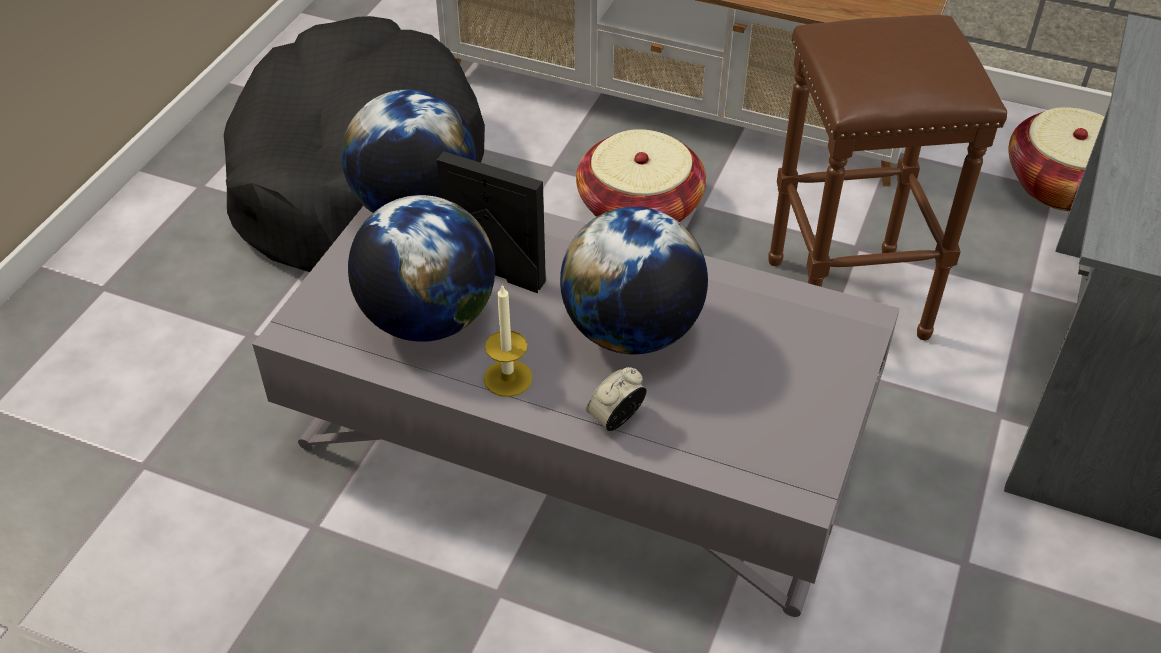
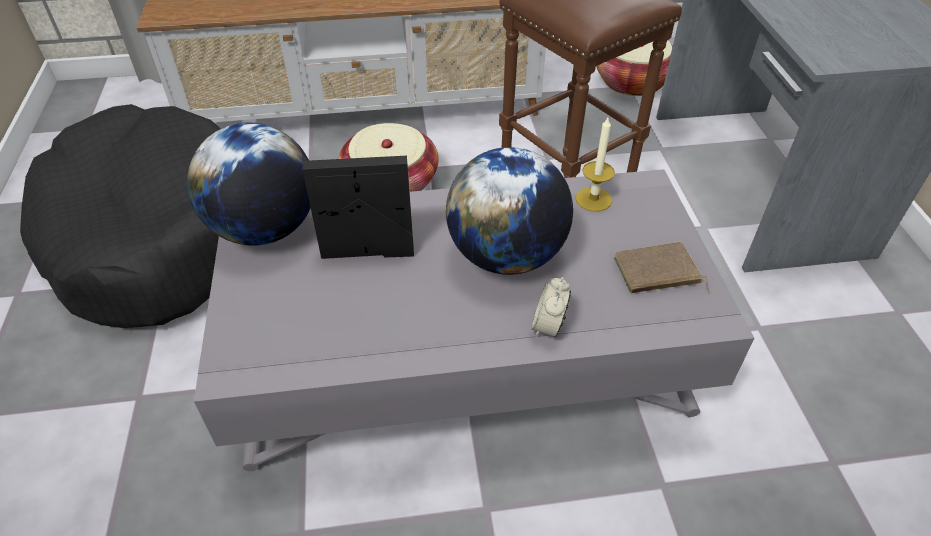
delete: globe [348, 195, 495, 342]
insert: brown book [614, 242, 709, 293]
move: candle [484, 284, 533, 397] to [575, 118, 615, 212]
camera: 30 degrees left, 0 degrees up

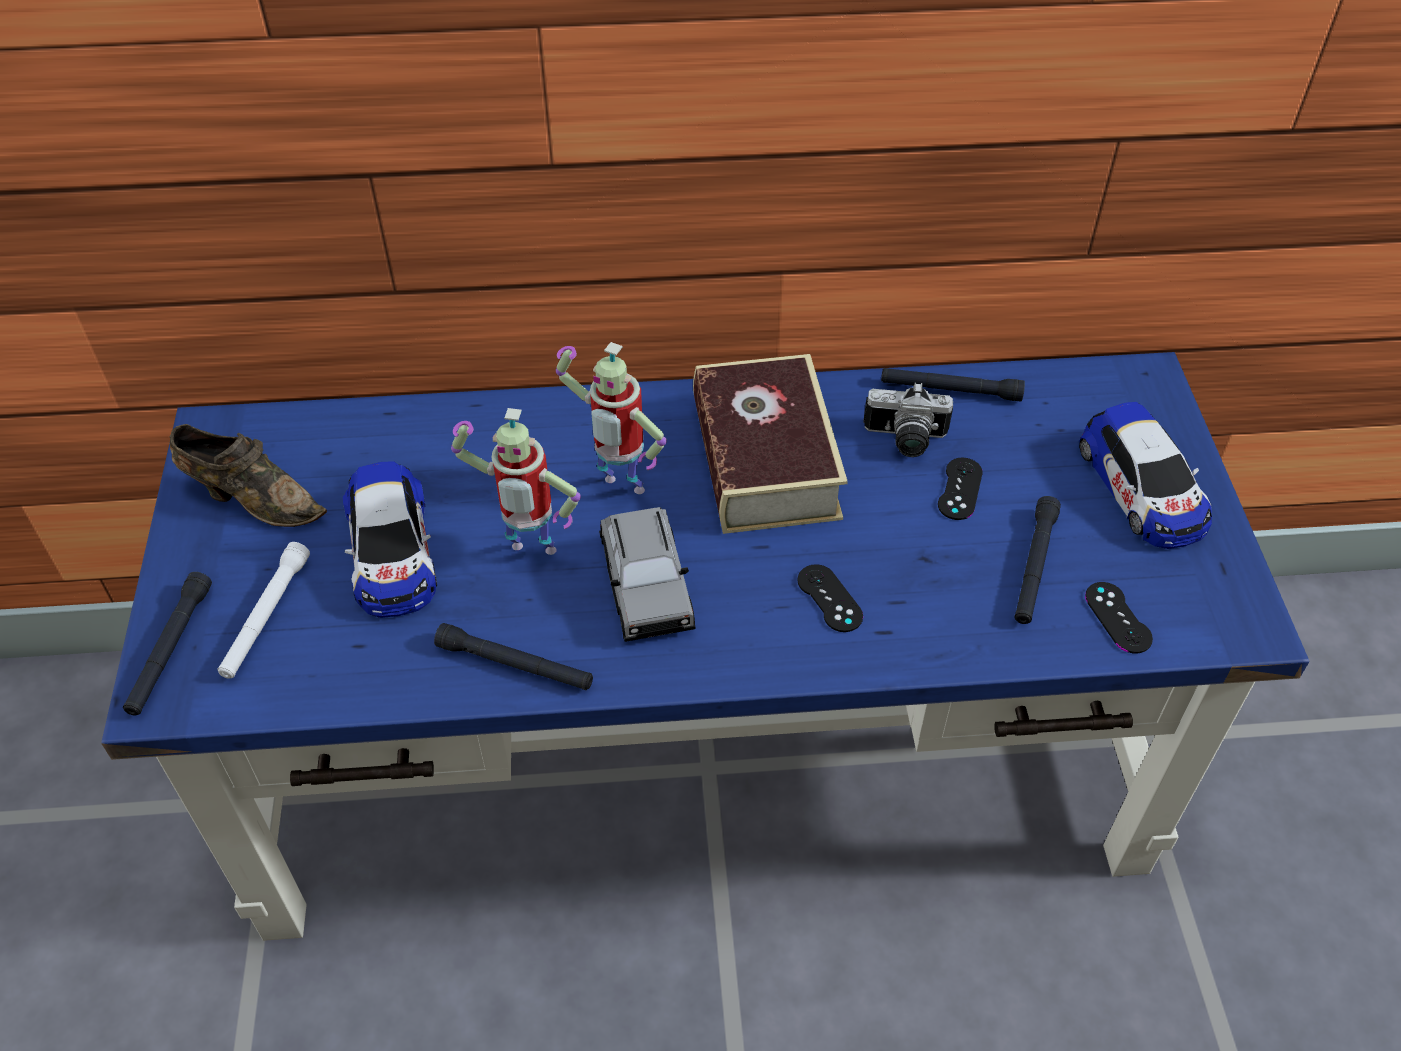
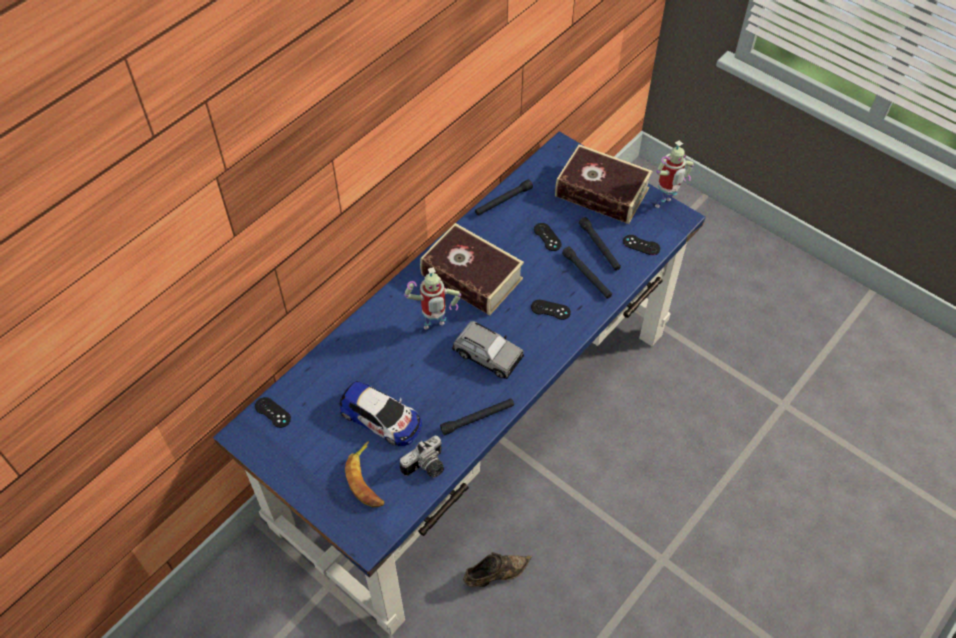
insert: black game controller [255, 397, 291, 428]
move: black flashlight [123, 572, 212, 715] to [562, 246, 612, 298]; brown shoe [169, 424, 327, 527] to [463, 552, 532, 587]; toy robot [451, 408, 581, 555] to [655, 140, 694, 208]; photo camera [863, 382, 953, 457] to [400, 436, 444, 478]
replace: white flashlight [217, 542, 310, 679] to banana [345, 441, 384, 507]; toy car [1079, 402, 1212, 549] to book [555, 144, 653, 224]
camera: 45 degrees left, 5 degrees up

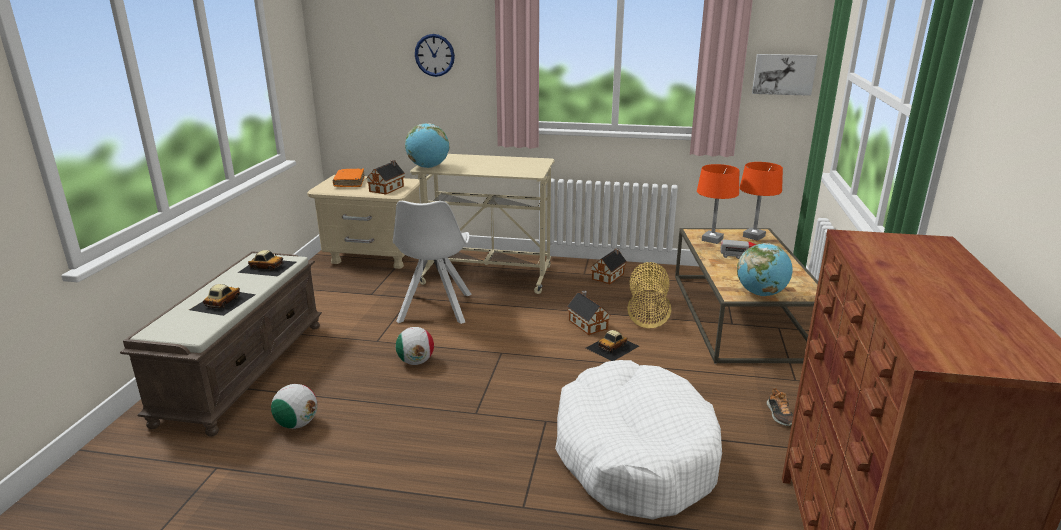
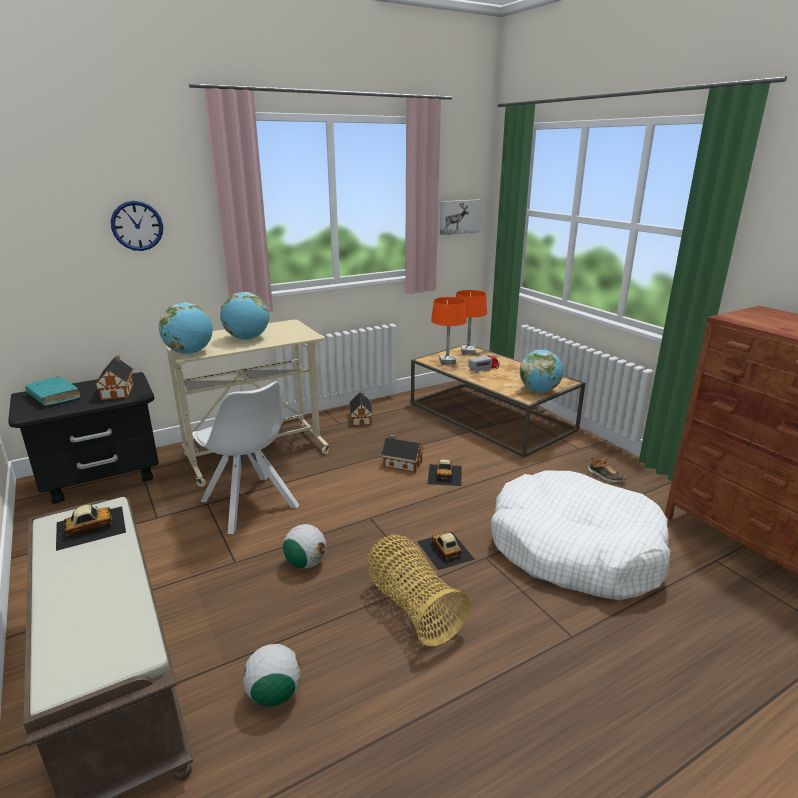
insert: globe [220, 292, 269, 340]
move: toy car [189, 284, 256, 316] to [417, 532, 475, 570]; basket [627, 262, 671, 328] to [367, 534, 470, 646]
recolor: beige nightstand [307, 175, 420, 269] to black nightstand [8, 372, 159, 504]; orange book [333, 169, 365, 187] to turquoise book [25, 376, 81, 406]
camera: 40 degrees left, 0 degrees up

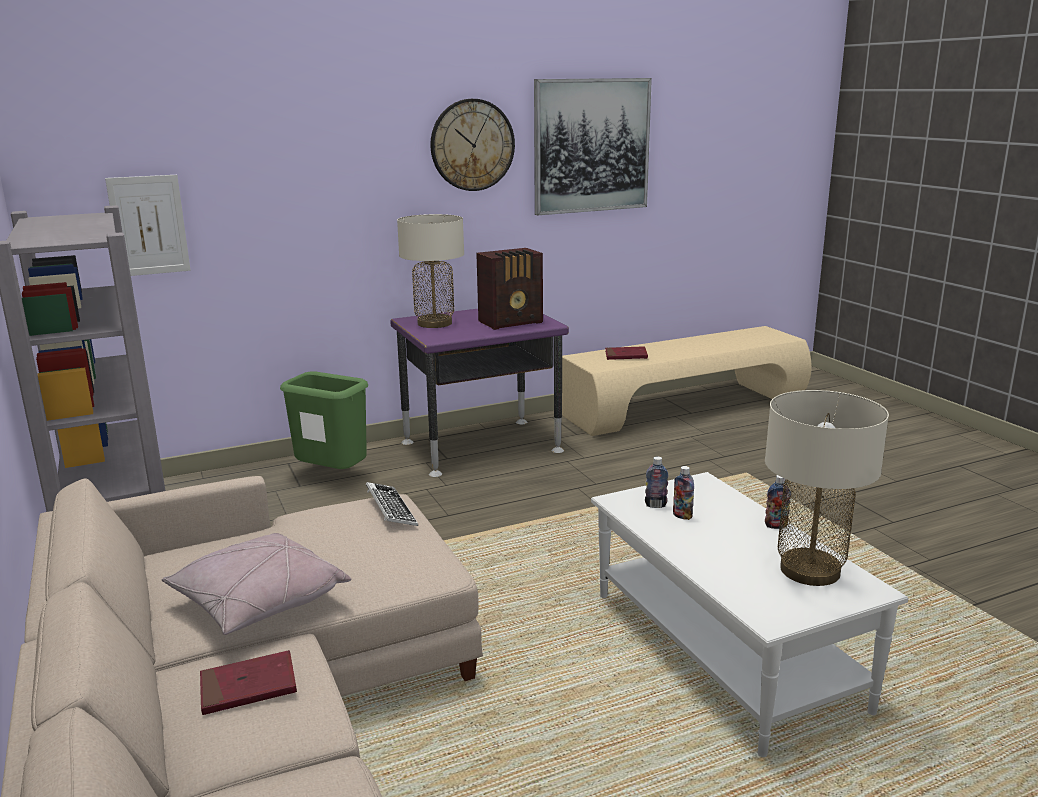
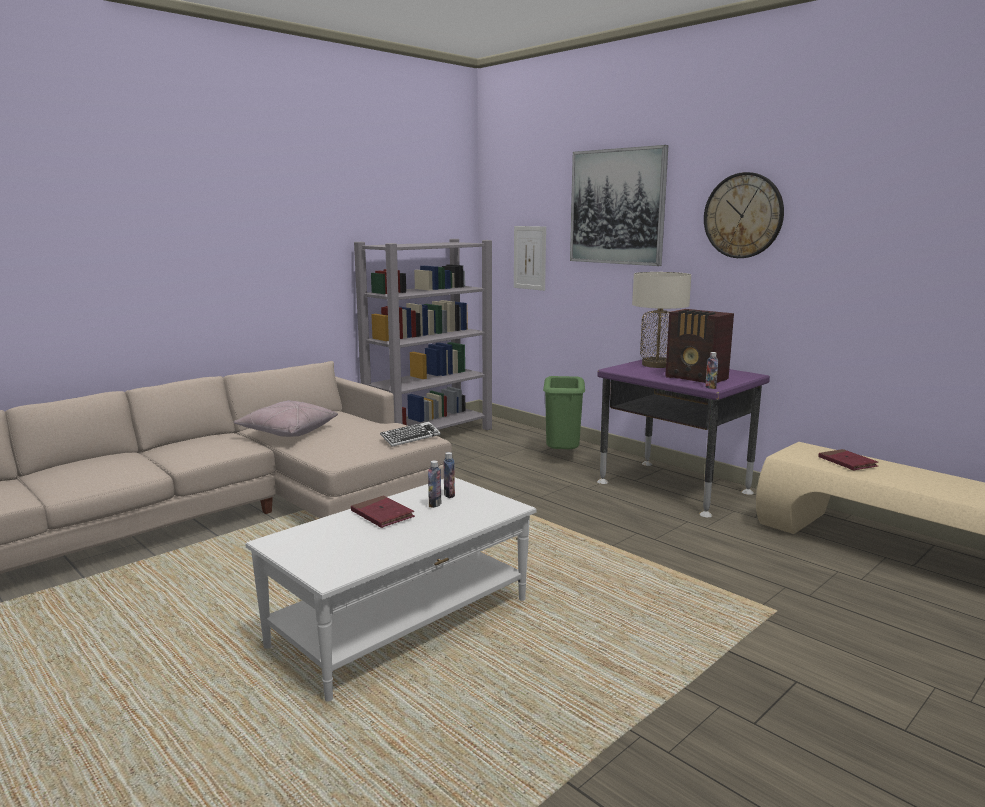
delete: table lamp [765, 390, 889, 586]
move: red book [200, 650, 297, 715] to [351, 496, 415, 528]; picture [534, 78, 652, 215] to [570, 145, 668, 266]; bottle [765, 475, 791, 529] to [705, 352, 718, 389]
camera: 70 degrees right, 5 degrees down

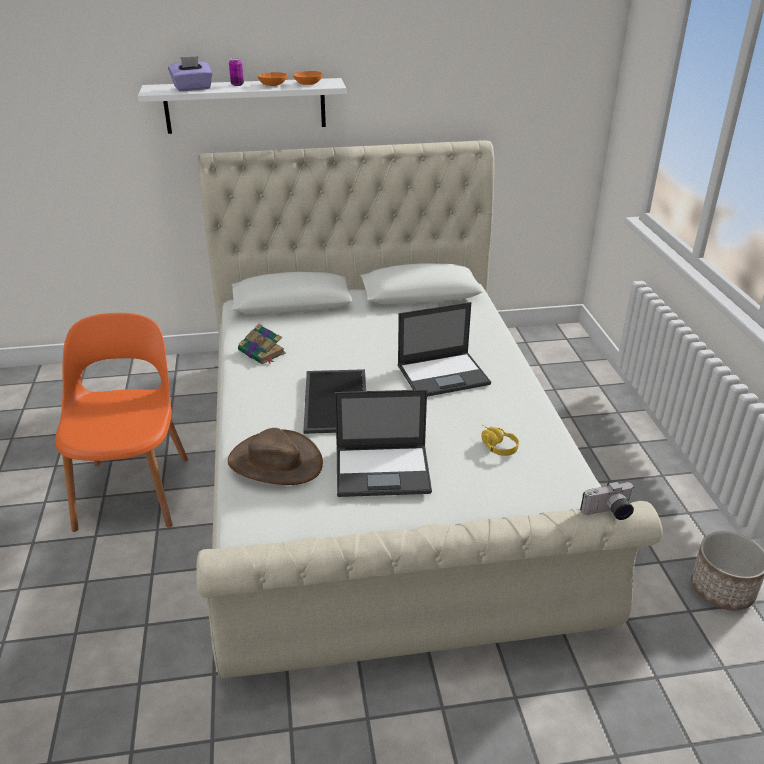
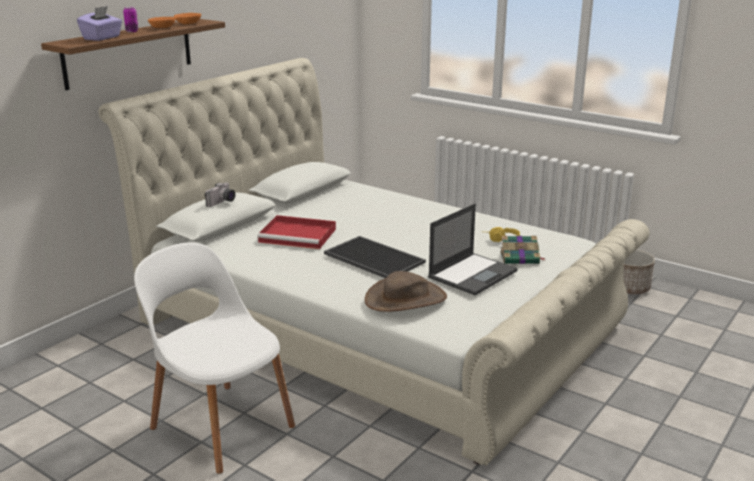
delete: laptop [397, 302, 491, 397]
insert: red tray [257, 215, 336, 249]
move: book [238, 324, 286, 364] to [500, 236, 545, 264]; photo camera [580, 481, 634, 520] to [205, 183, 235, 207]
recolor: orange chair [55, 313, 188, 532] to white chair [134, 242, 295, 474]; white shelf [138, 78, 346, 134] to brown shelf [41, 19, 225, 90]
camera: 45 degrees left, 10 degrees down

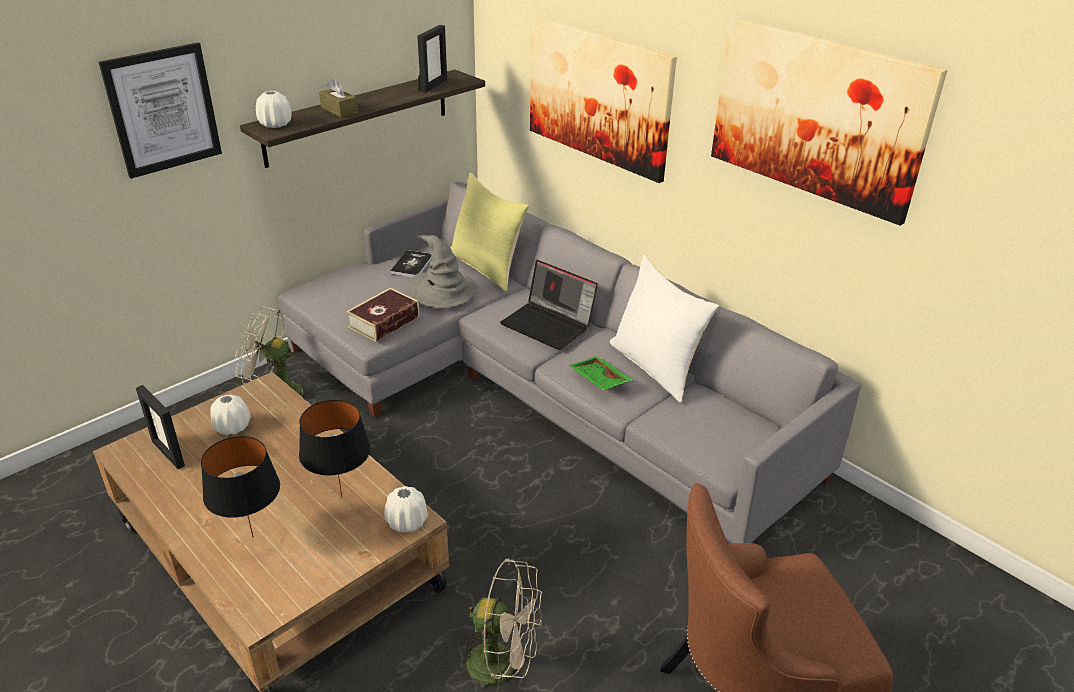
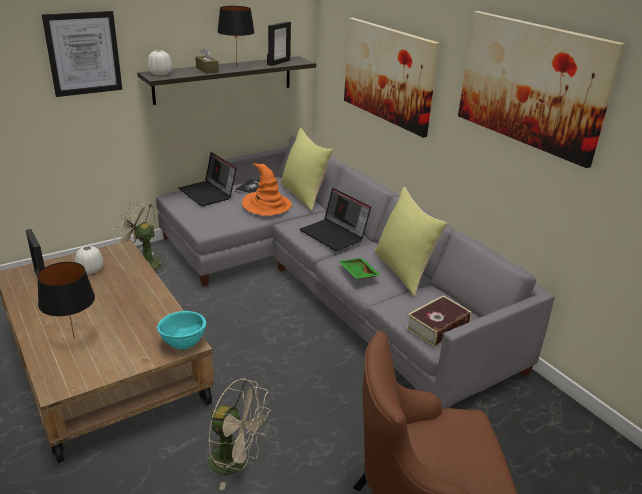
insert: laptop [179, 152, 237, 206]
move: black table lamp [299, 400, 371, 498] to [217, 6, 255, 60]; book [346, 288, 419, 342] to [406, 296, 471, 346]
replace: white vase [384, 486, 428, 533] to turquoise bowl [157, 311, 206, 350]
recolor: grey hat [408, 235, 477, 308] to orange hat [242, 164, 292, 216]; white pillow [610, 255, 719, 403] to yellow pillow [374, 187, 448, 296]
camera: 10 degrees right, 5 degrees down

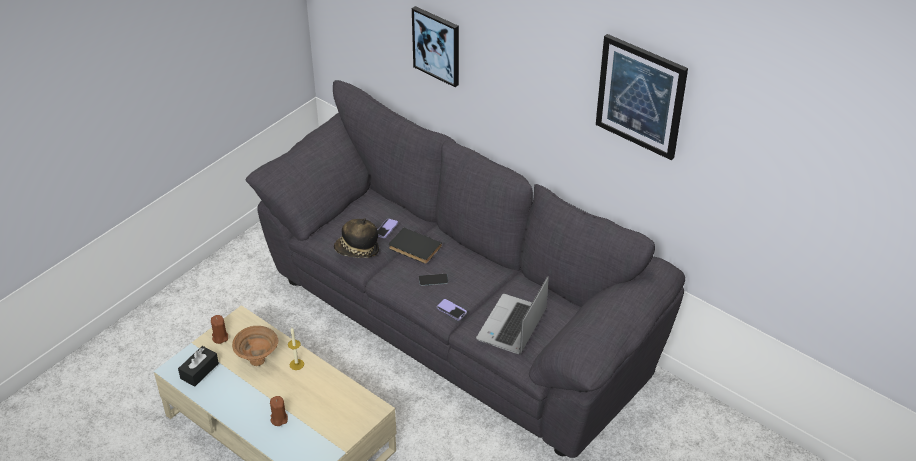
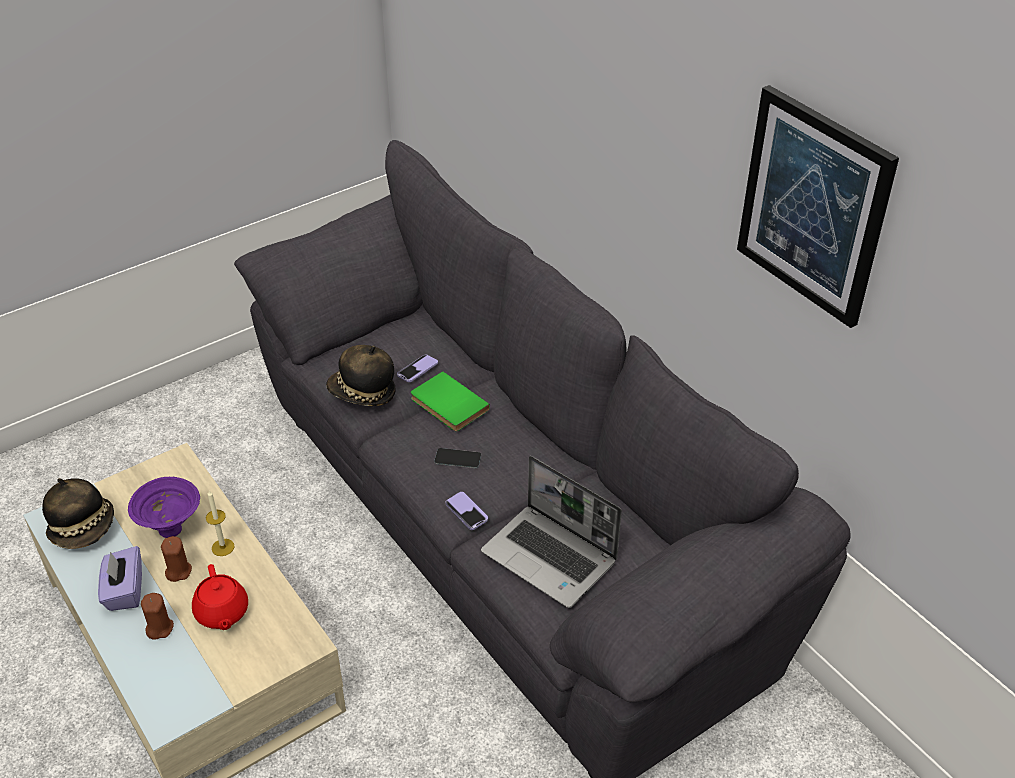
delete: picture [412, 6, 459, 87]
insert: purple tissue box [98, 546, 142, 611]; red teapot [192, 564, 248, 630]
move: brown candle [211, 315, 228, 344] to [161, 536, 192, 582]
replace: black tissue box [178, 346, 219, 387] to hat [42, 478, 114, 549]
recolor: brown bowl [232, 326, 278, 366] to purple bowl [128, 477, 200, 538]; black book [389, 228, 442, 264] to green book [411, 371, 490, 431]
rotate: laptop [476, 276, 549, 354] = [481, 456, 622, 608] 90 degrees counterclockwise
camera: 15 degrees right, 0 degrees up

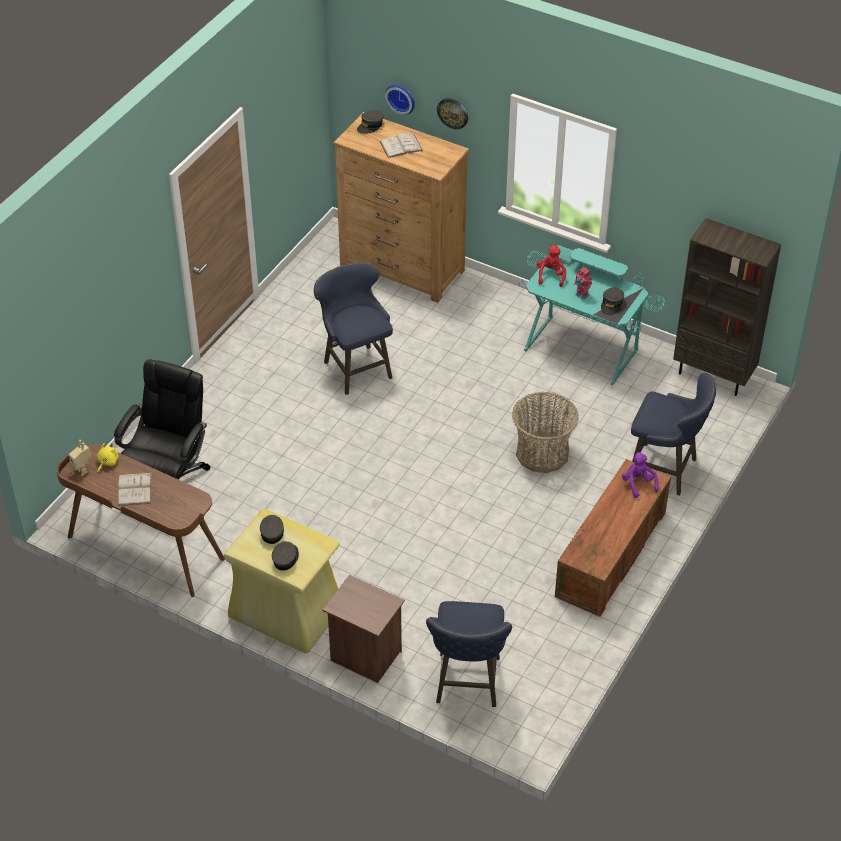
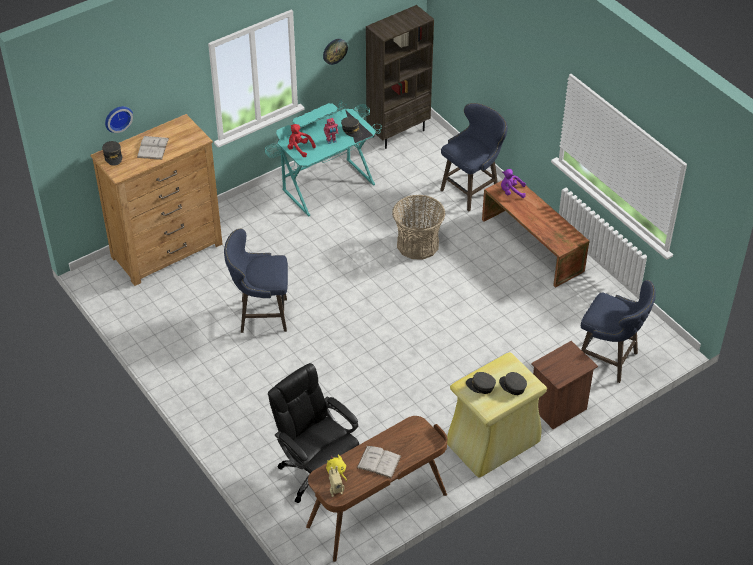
move: wall clock [437, 98, 468, 129] to [323, 39, 348, 65]
camera: 65 degrees left, 0 degrees up

